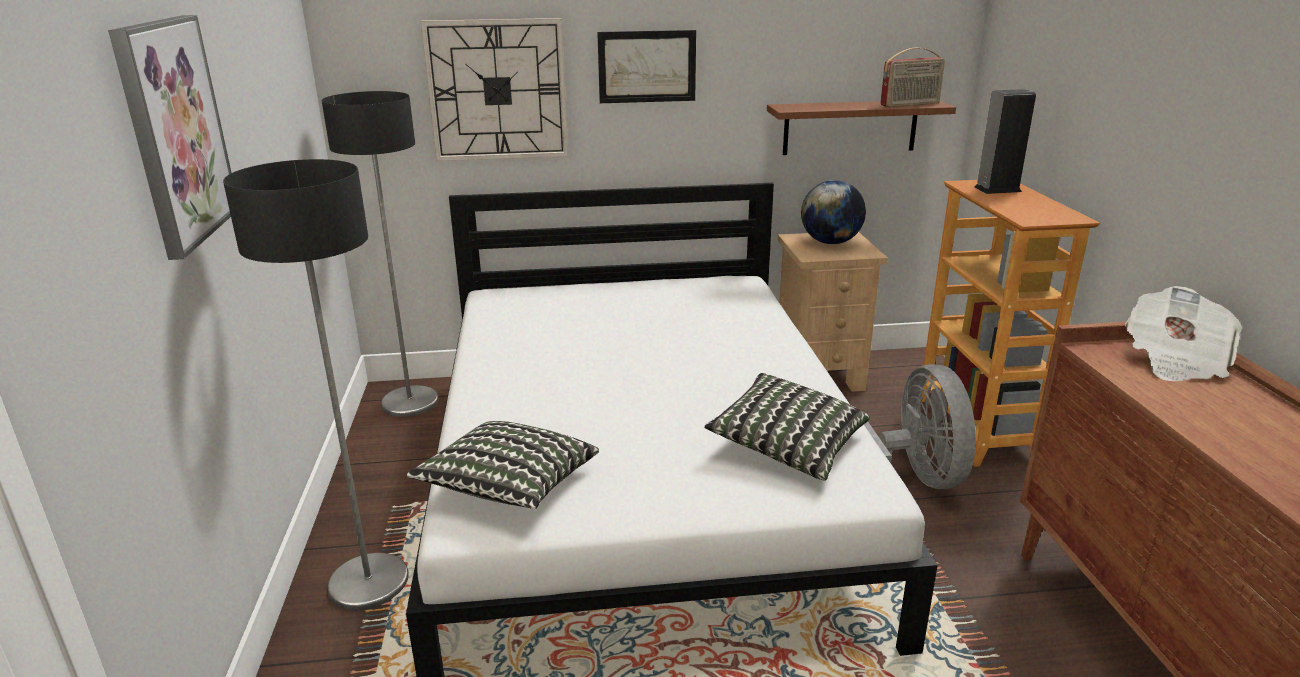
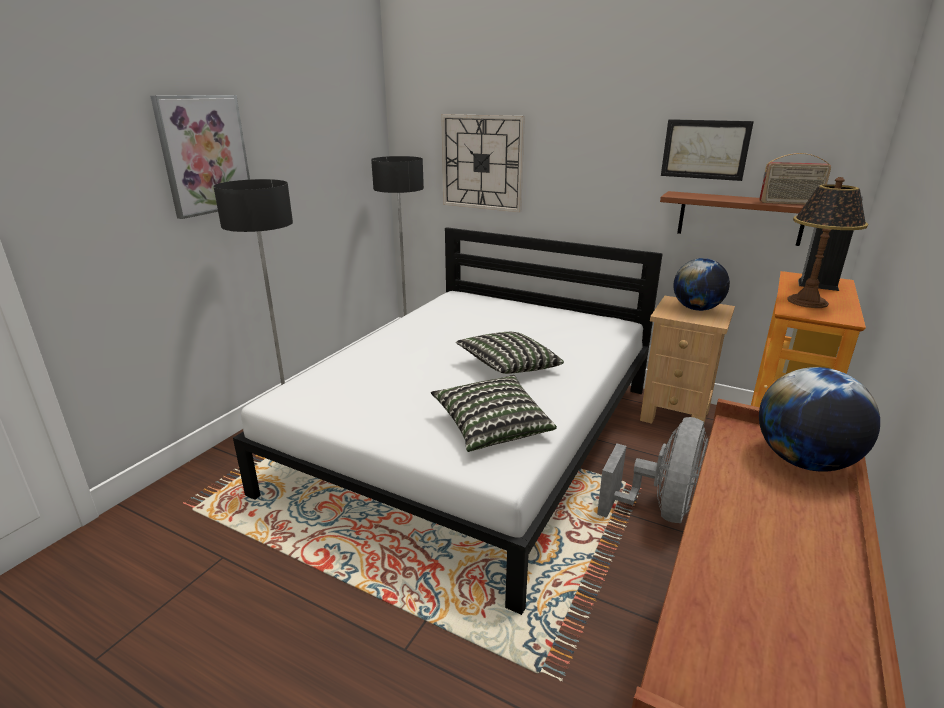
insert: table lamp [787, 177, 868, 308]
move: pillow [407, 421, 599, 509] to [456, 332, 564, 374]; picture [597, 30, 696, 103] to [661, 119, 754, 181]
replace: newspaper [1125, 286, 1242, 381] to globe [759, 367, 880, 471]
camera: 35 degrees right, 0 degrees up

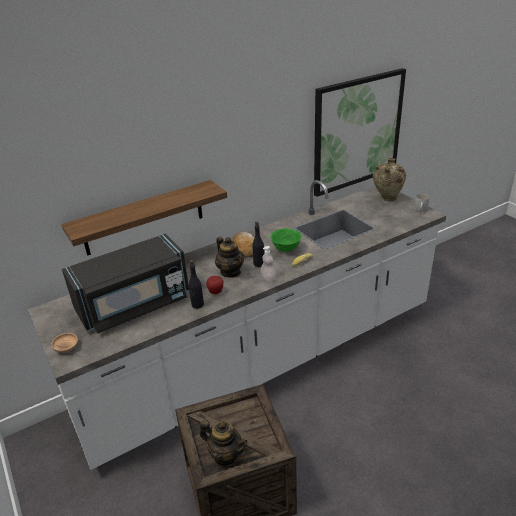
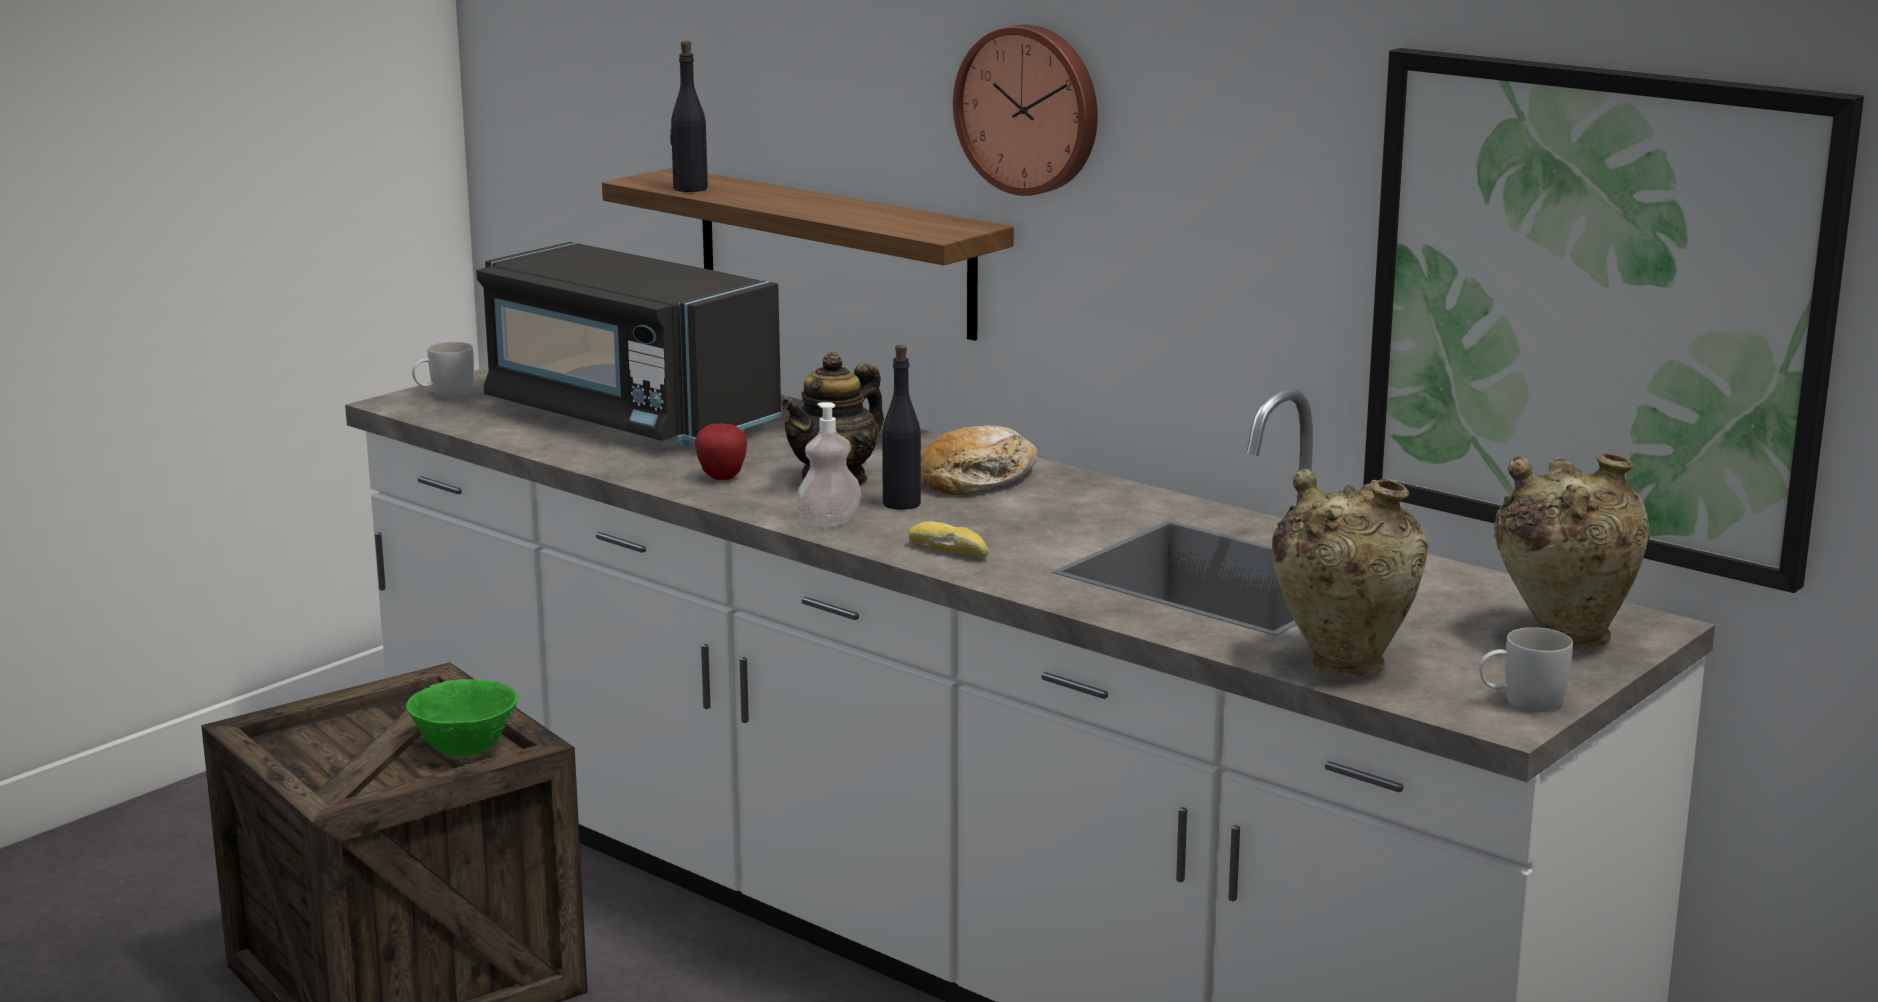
delete: teapot [200, 420, 248, 465]
insert: wall clock [953, 25, 1098, 196]; beige vase [1272, 468, 1428, 676]
move: black bottle [189, 260, 204, 309] to [670, 41, 708, 192]; green bowl [270, 228, 301, 252] to [406, 679, 518, 756]
replace: brown bowl [51, 333, 78, 353] to white mug [412, 342, 474, 398]
camera: 70 degrees right, 15 degrees down

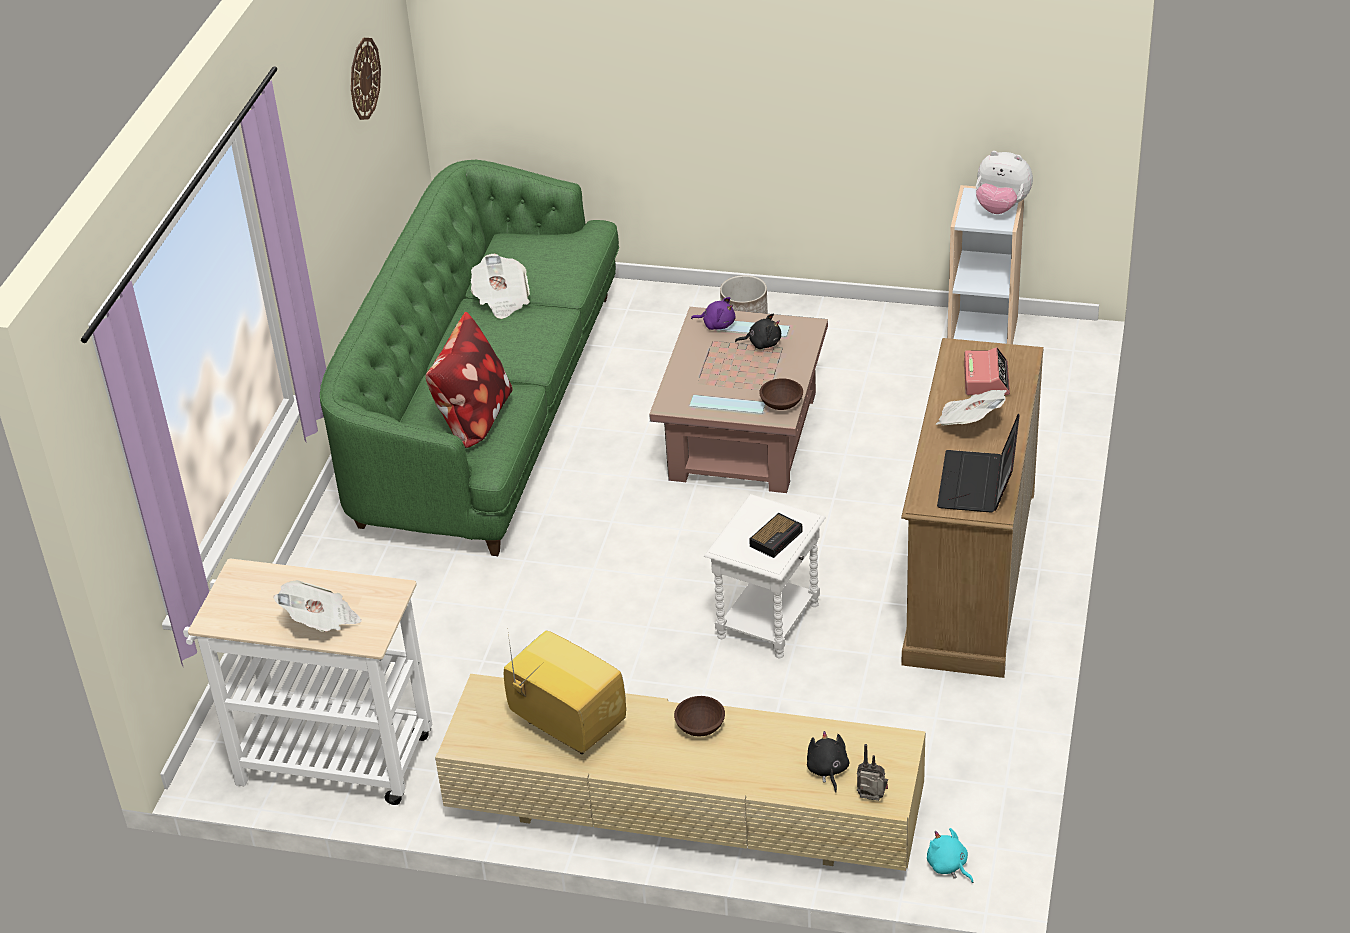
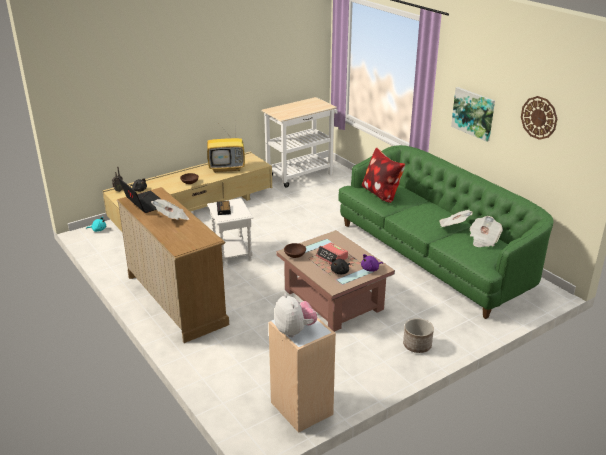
insert: picture [451, 87, 495, 142]
move: newspaper [273, 580, 362, 632] to [469, 216, 503, 247]; alarm clock [964, 347, 1010, 395] to [316, 242, 348, 264]
rotate: plush toy [976, 151, 1033, 214] = [274, 293, 317, 337] 90 degrees clockwise
camera: 130 degrees right, 10 degrees down

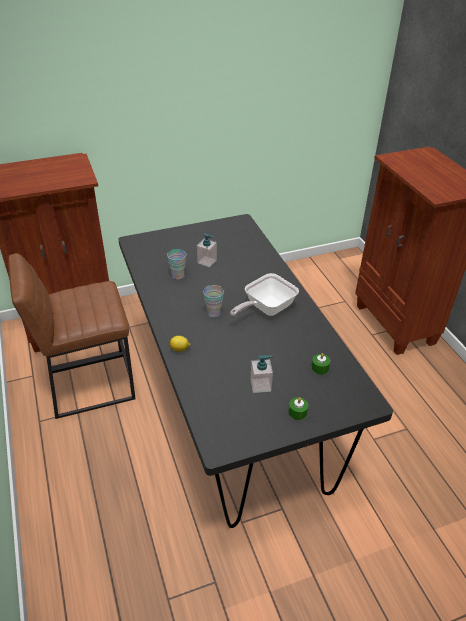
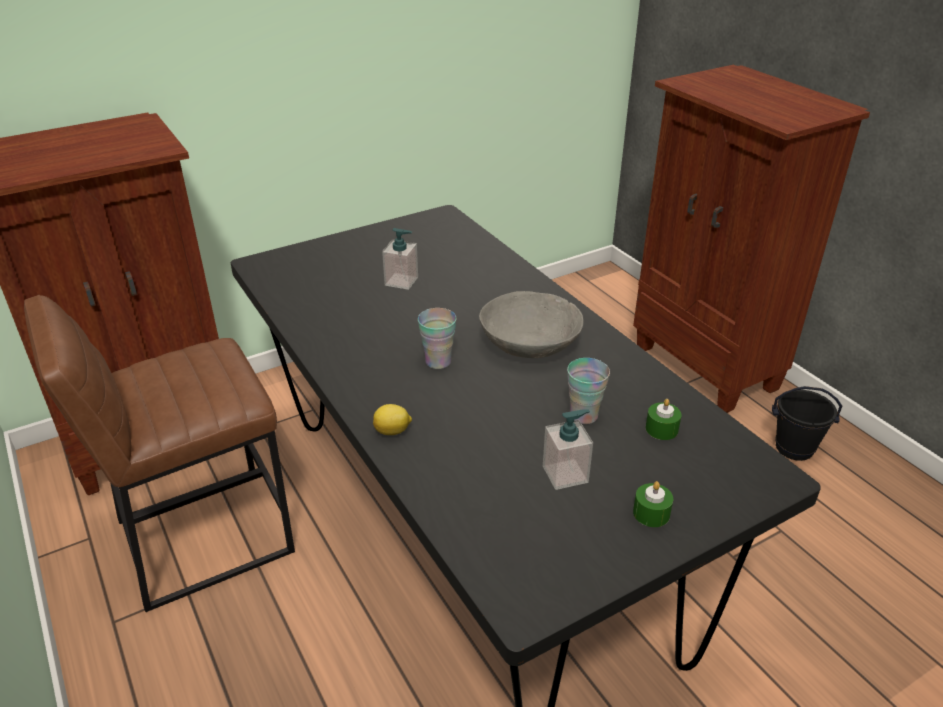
insert: black bucket [772, 386, 842, 461]
move: cup [167, 249, 187, 280] to [567, 358, 610, 424]
replace: frying pan [230, 273, 299, 316] to grey bowl [479, 291, 583, 358]
camera: 10 degrees left, 5 degrees down

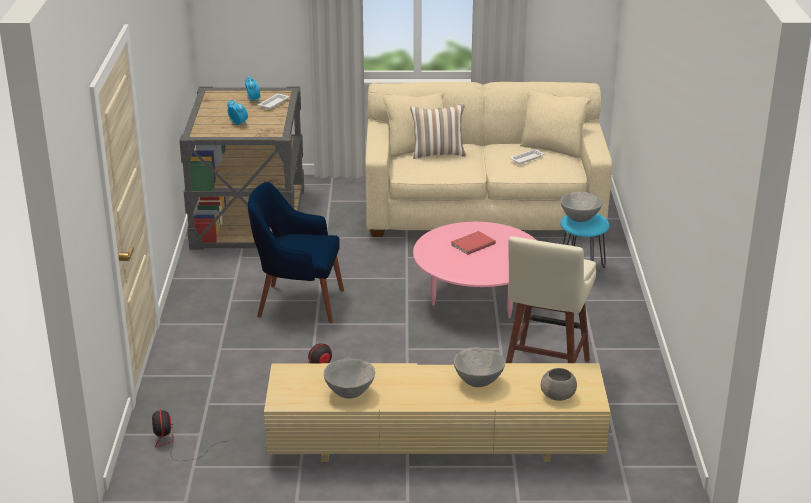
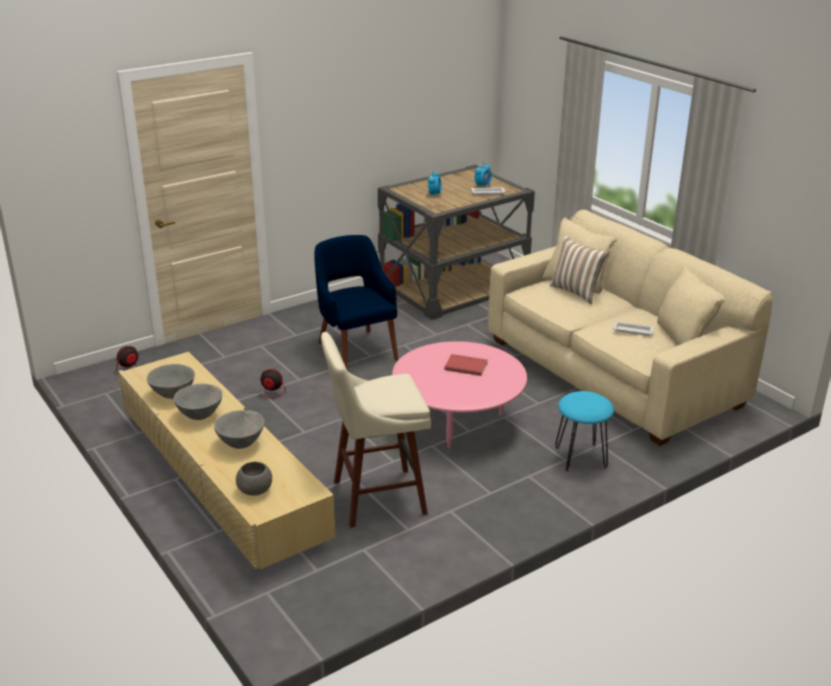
move: grey bowl [560, 191, 603, 222] to [174, 384, 222, 420]
camera: 55 degrees right, 0 degrees up

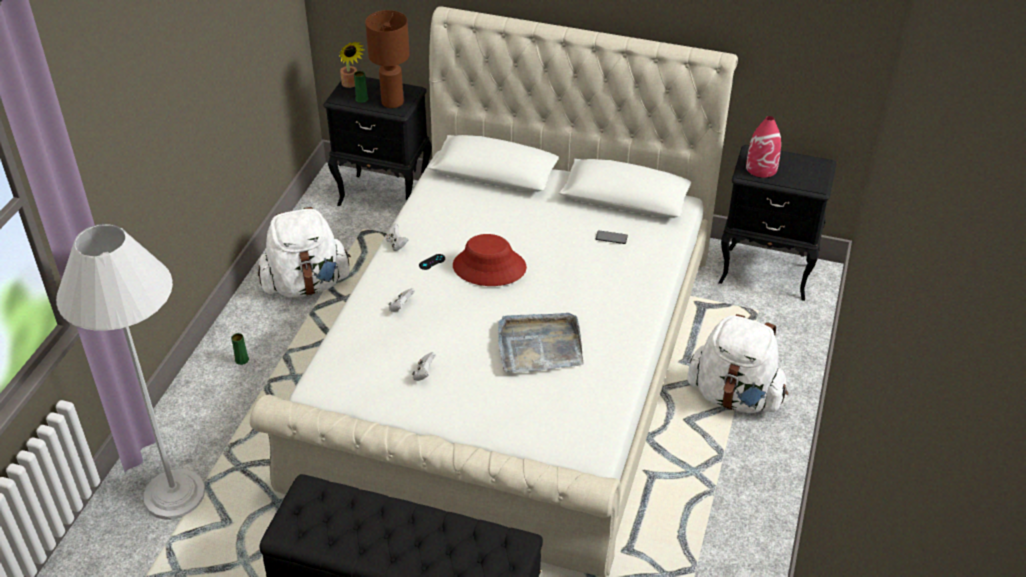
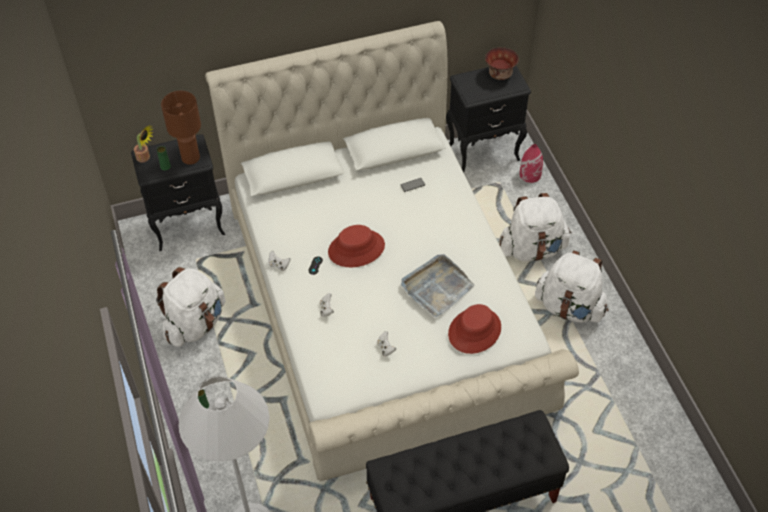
insert: red hat [448, 304, 501, 354]; bowl [485, 47, 519, 80]; white backpack [535, 250, 609, 323]
move: red vase [746, 116, 781, 177] to [519, 144, 543, 183]
camera: 35 degrees left, 10 degrees up

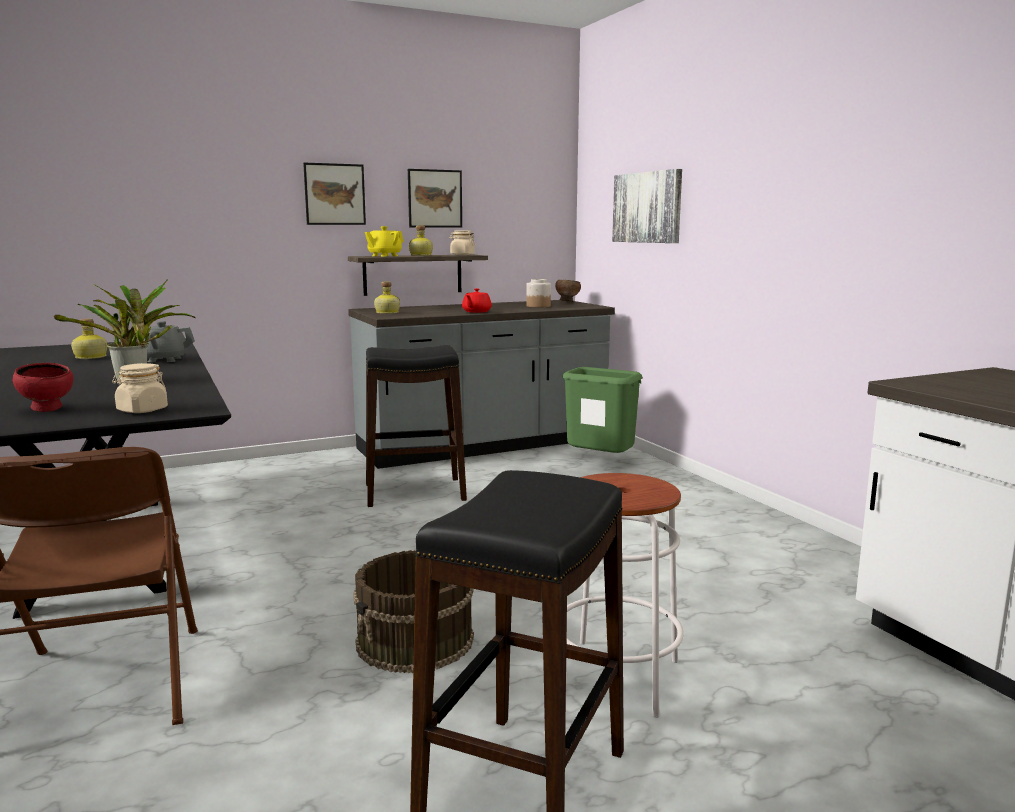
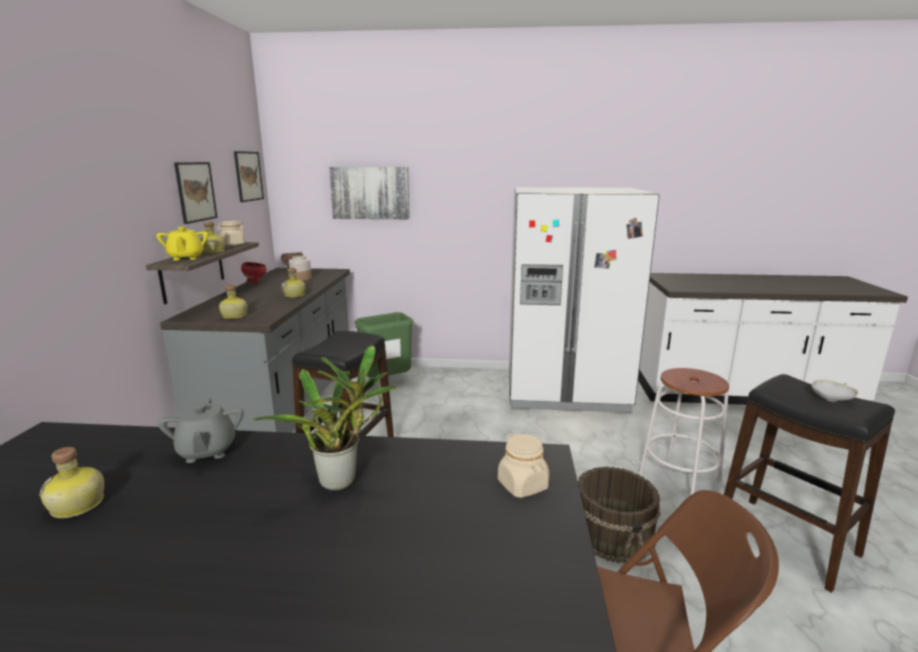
insert: white fridge [509, 187, 660, 413]; white bowl [811, 380, 858, 401]
move: red bowl [13, 363, 74, 412] to [241, 262, 267, 284]; picture [303, 163, 366, 225] to [234, 151, 264, 202]
replace: red teapot [462, 288, 492, 313] to bottle [281, 268, 305, 297]
rotate: grey teapot [129, 321, 195, 362] = [157, 397, 244, 463] 45 degrees counterclockwise
camera: 60 degrees left, 5 degrees up

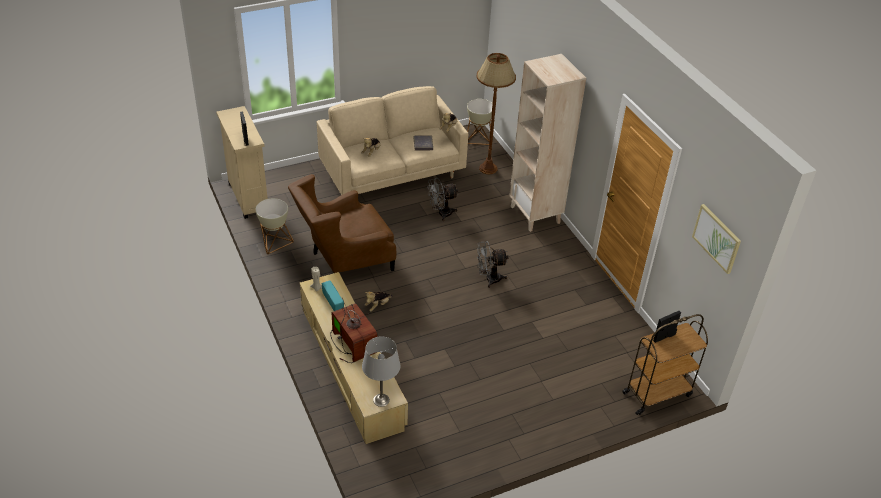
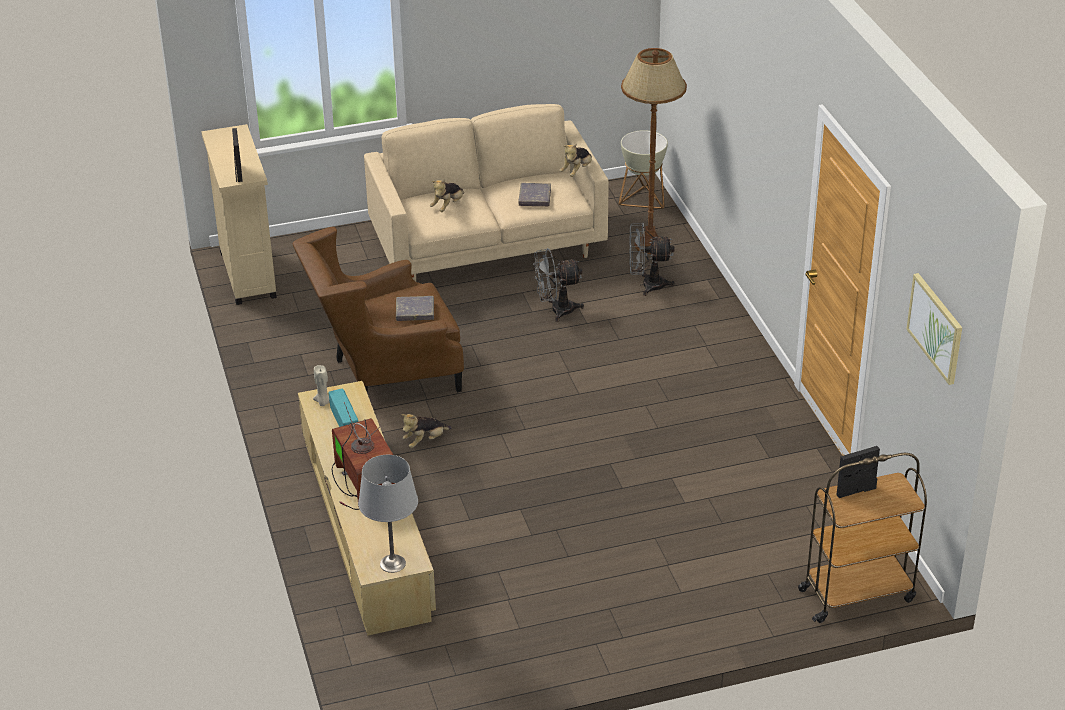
delete: planter [255, 198, 294, 254]; beige bookcase [509, 54, 586, 232]
insert: grey book [396, 296, 434, 321]
move: grey fan [477, 241, 508, 288] to [629, 223, 675, 296]
camera: 10 degrees right, 5 degrees down

